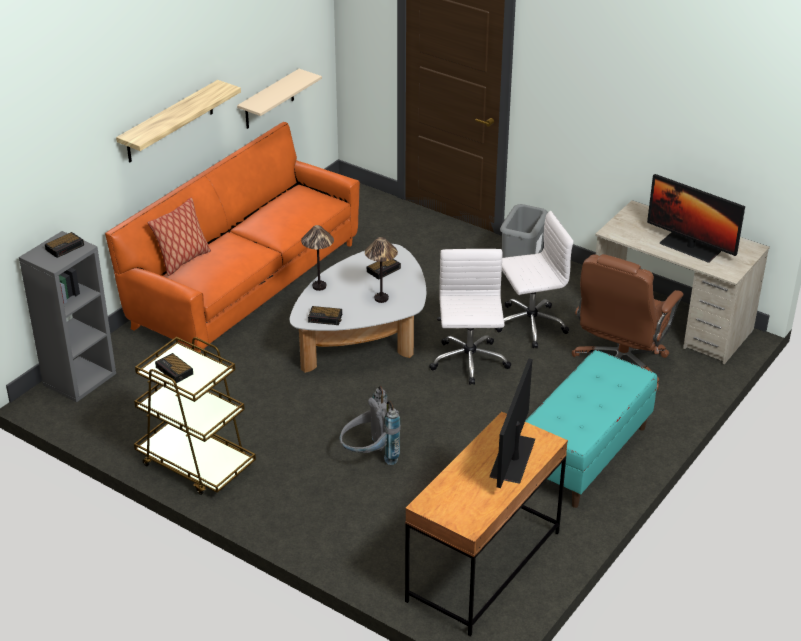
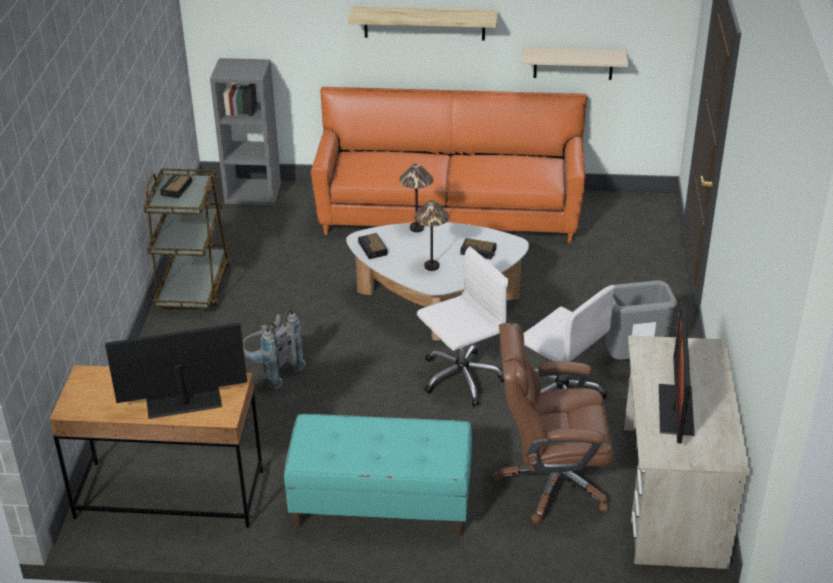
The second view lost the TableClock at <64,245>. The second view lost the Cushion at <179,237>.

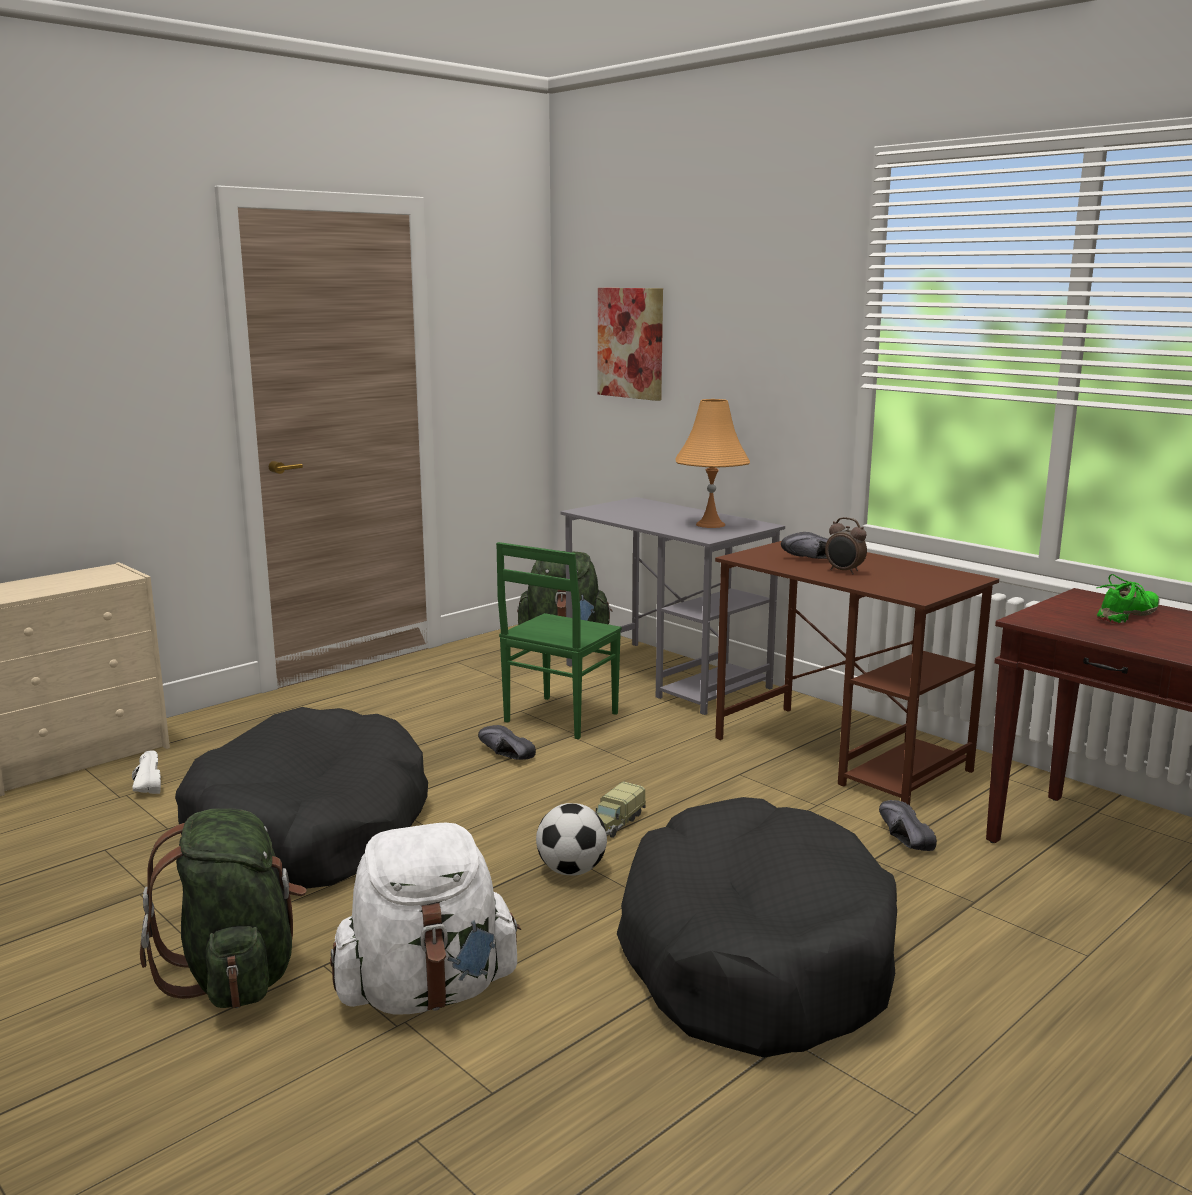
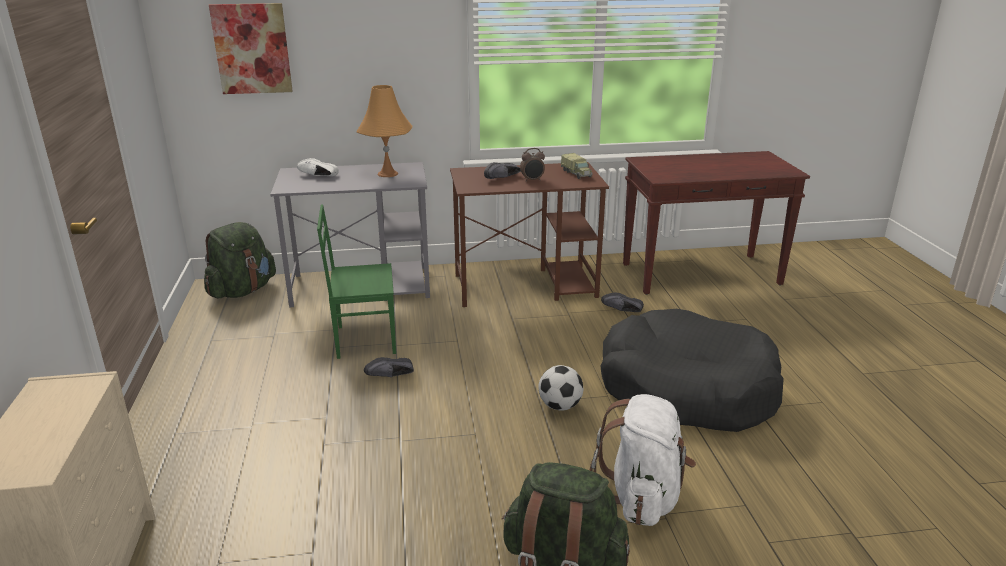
The WhiteItemOfFootwear ended up elsewhere, having gone from <146,772> to <318,167>. The GreenColouredPlainChair at <559,640> ended up facing another way, 105 degrees clockwise from before. The ToyLorry ended up elsewhere, having gone from <621,809> to <577,166>. The second view lost the BlackishDogCushion at <301,798>. The second view lost the GreenColouredItemOfFootwear at <1128,599>.

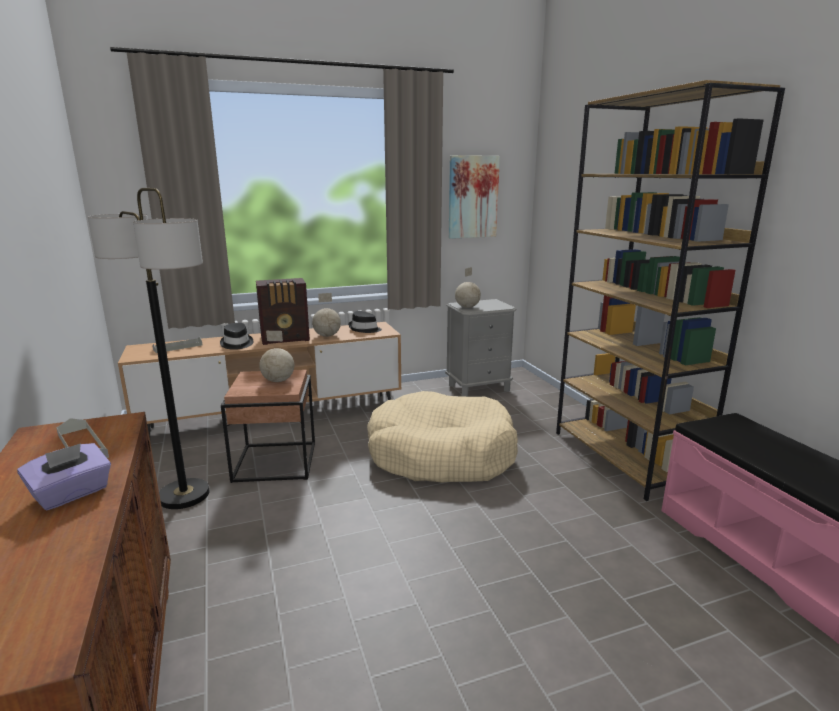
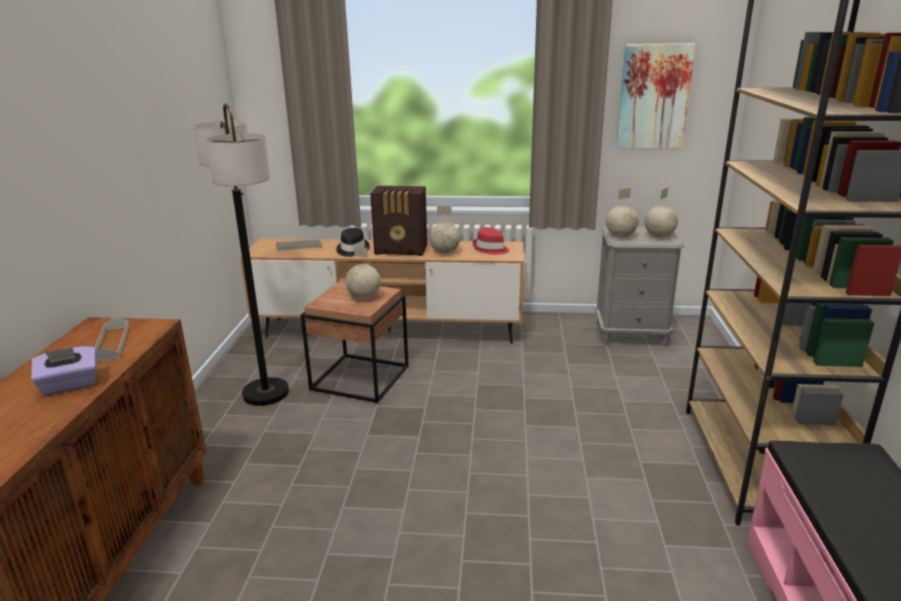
What was the BlackishWearableHat at <365,322> turned into the RedWearableHat at <491,241>. The second view gained the DeskGlobe at <661,213>. The second view lost the BeigeDogCushion at <442,437>.

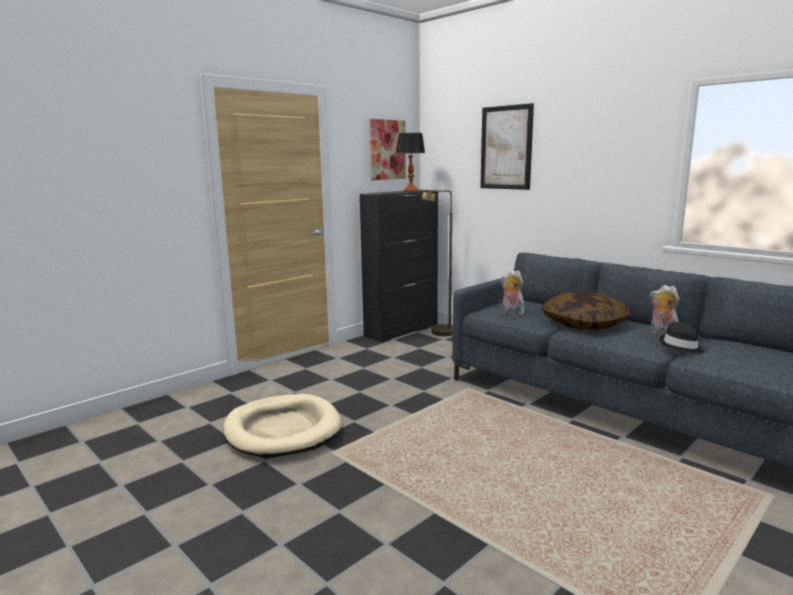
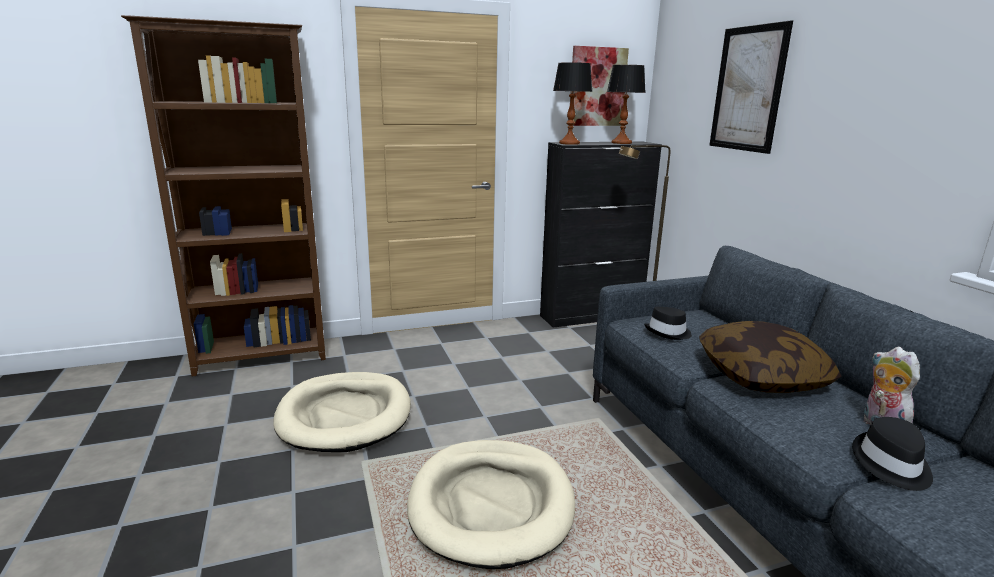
The second view gained the BrownColouredBookshelf at <223,196>. The second view gained the BeigeDogCushion at <491,504>. The second view gained the TabletopLamp at <573,103>. Where the PlushToy stood at <512,292>, the BlackishWearableHat came to stand at <668,323>.

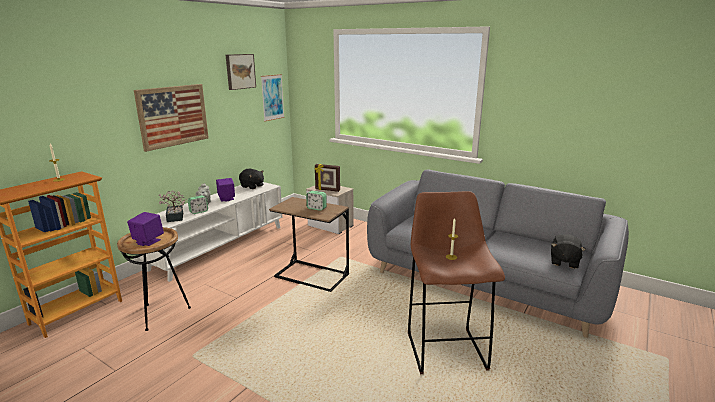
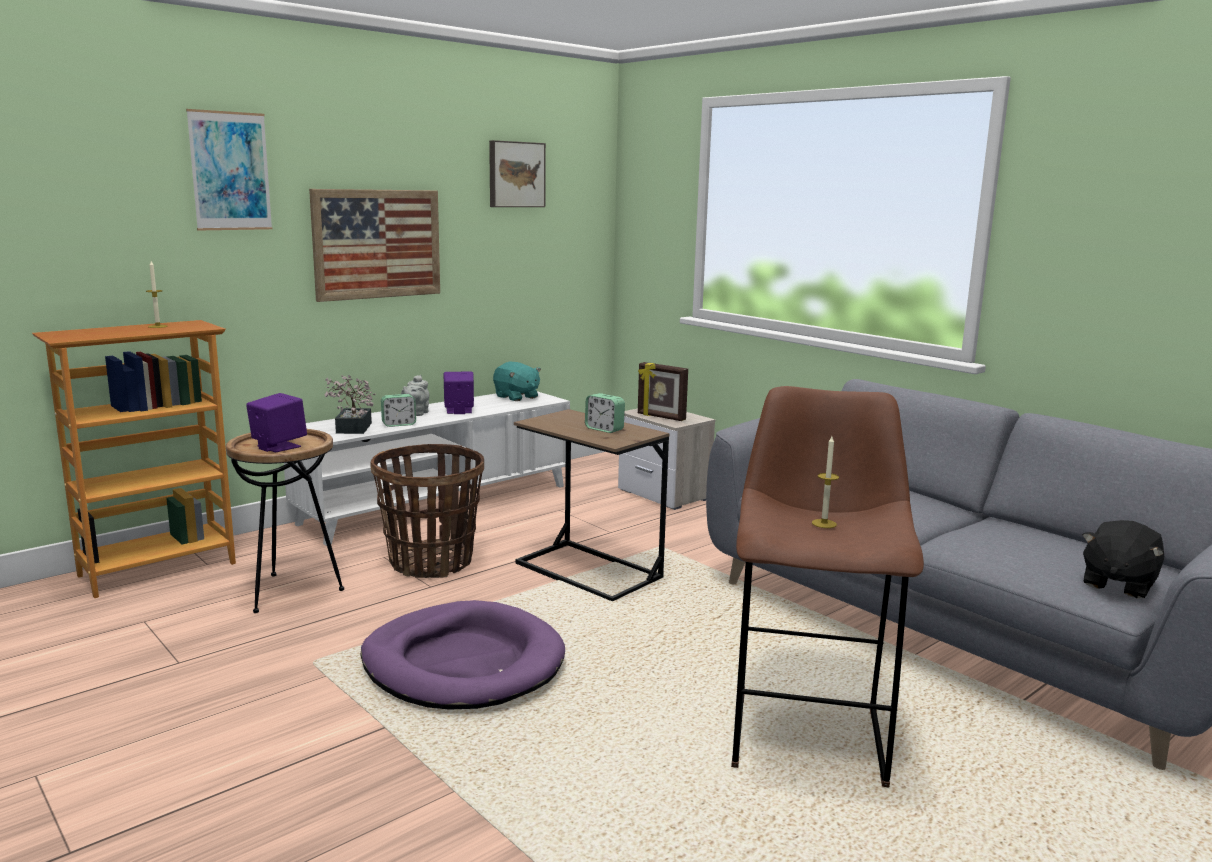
The WallArt ended up elsewhere, having gone from <273,98> to <229,170>. The second view gained the PurpleDogCushion at <462,655>. The second view gained the HouseholdBasket at <427,511>. What was the BlackishPlushToy at <251,179> turned into the BlueGreenPlushToy at <517,381>.

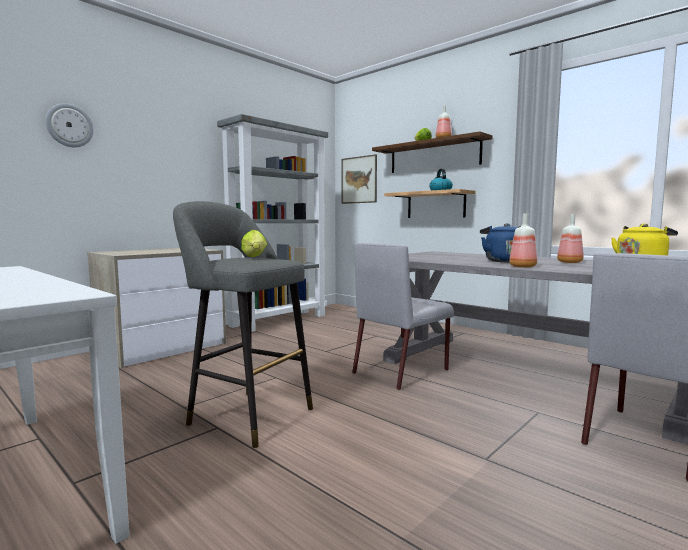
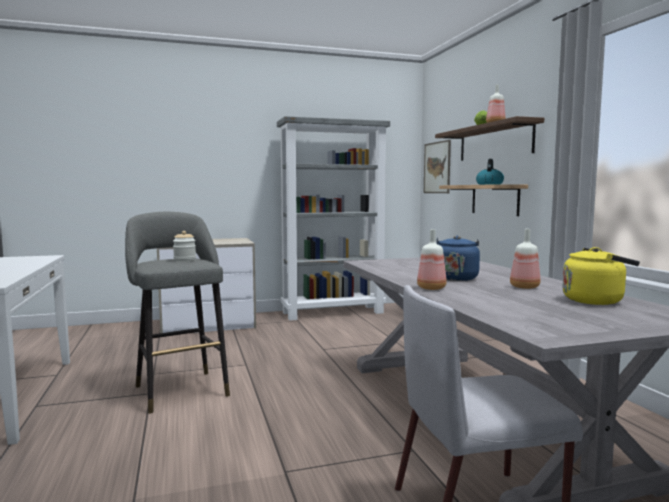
Where the HeadOfLettuce stood at <254,243>, the PreserveJar came to stand at <184,246>. The second view lost the WallClock at <69,125>. The second view lost the GreyishPlainChair at <403,316>.

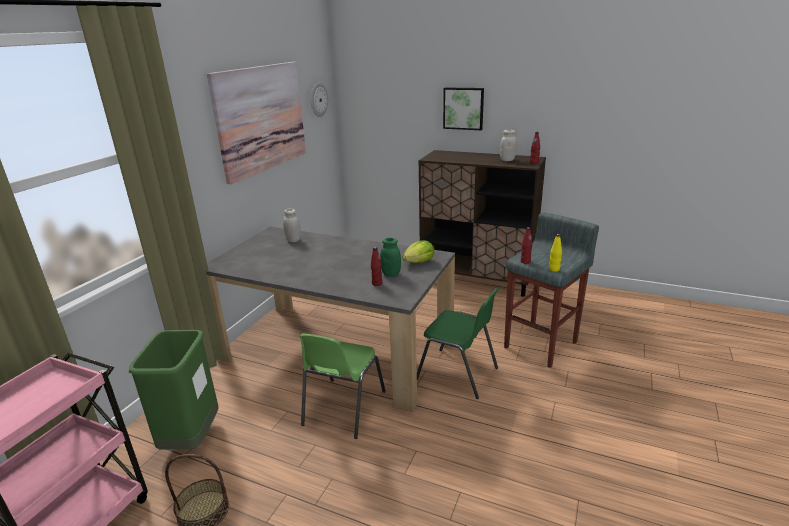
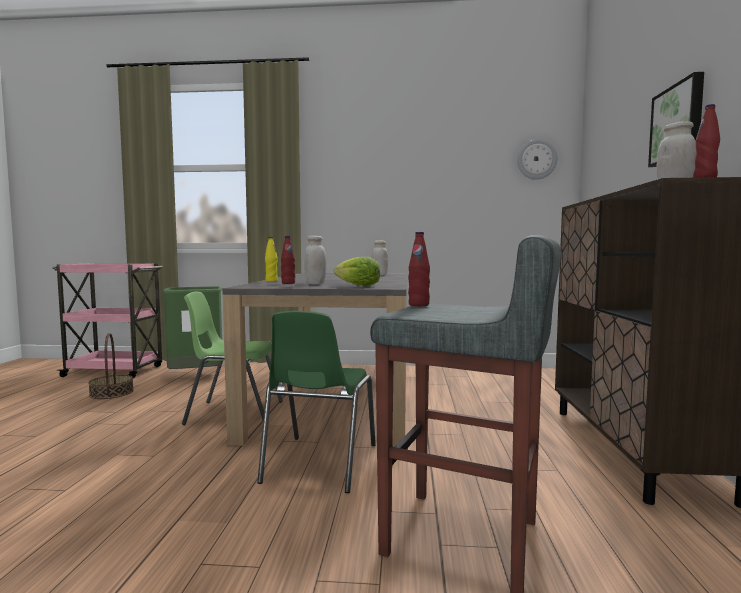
The YellowDrinkBottle ended up elsewhere, having gone from <555,253> to <271,259>. What was the GreenColouredPreserveJar at <390,257> turned into the WhitePreserveJar at <315,260>. The second view lost the WallArt at <256,123>.

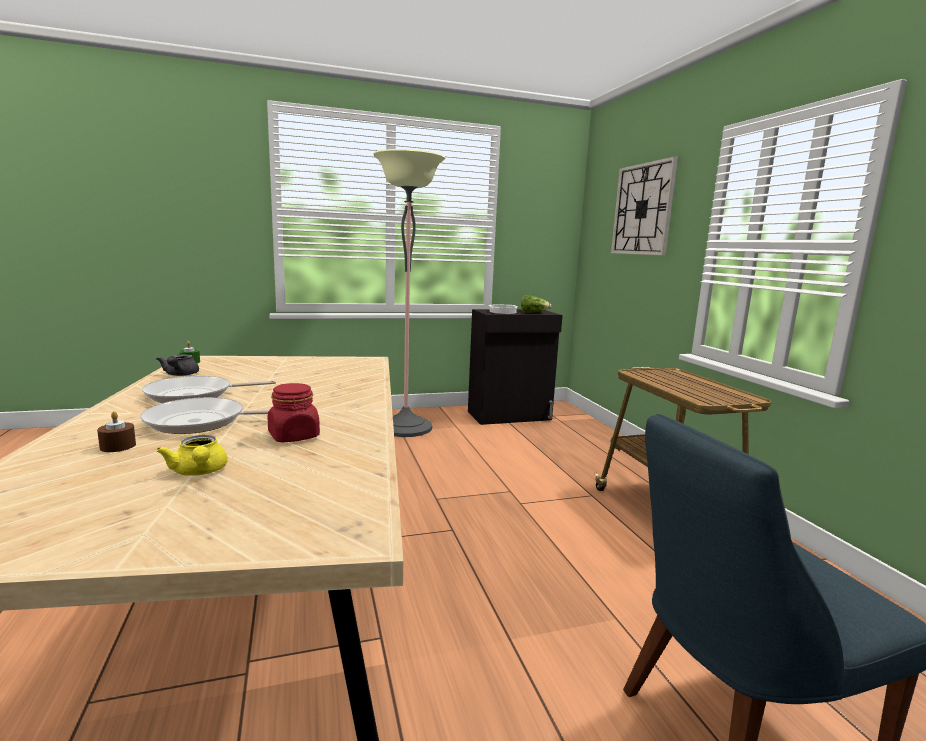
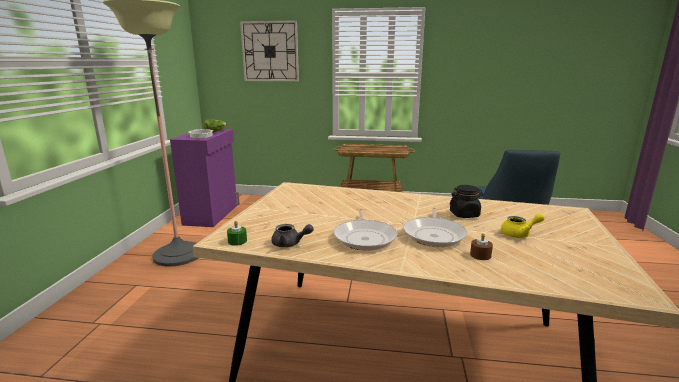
What was the BlackishCabinet at <515,367> turned into the PurpleCabinet at <205,178>. What was the RedPreserveJar at <294,412> turned into the BlackishPreserveJar at <466,201>.

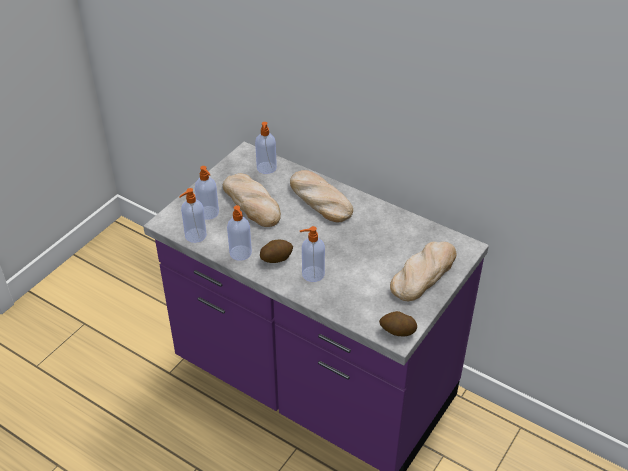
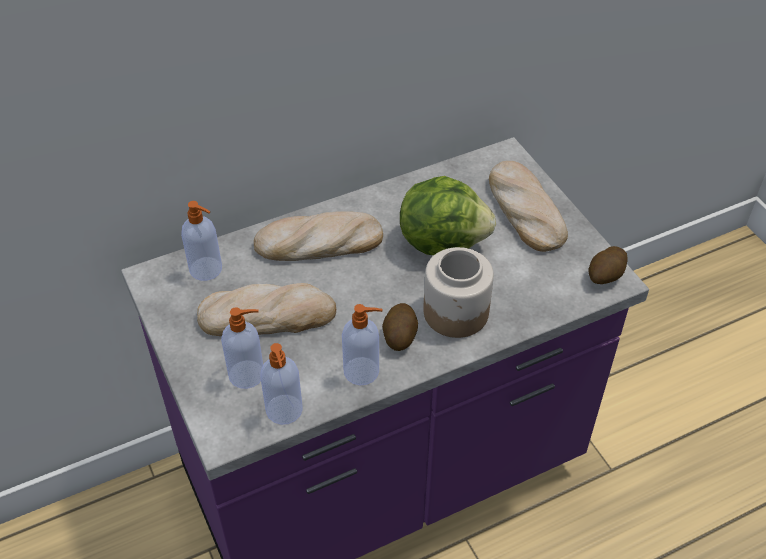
The second view gained the HeadOfLettuce at <448,215>. Where the SoapBottle stood at <312,254>, the PreserveJar came to stand at <458,292>.

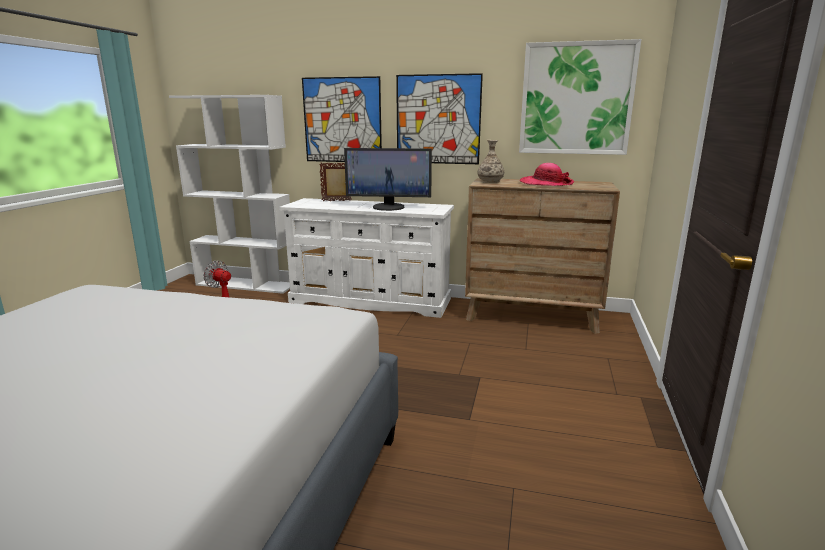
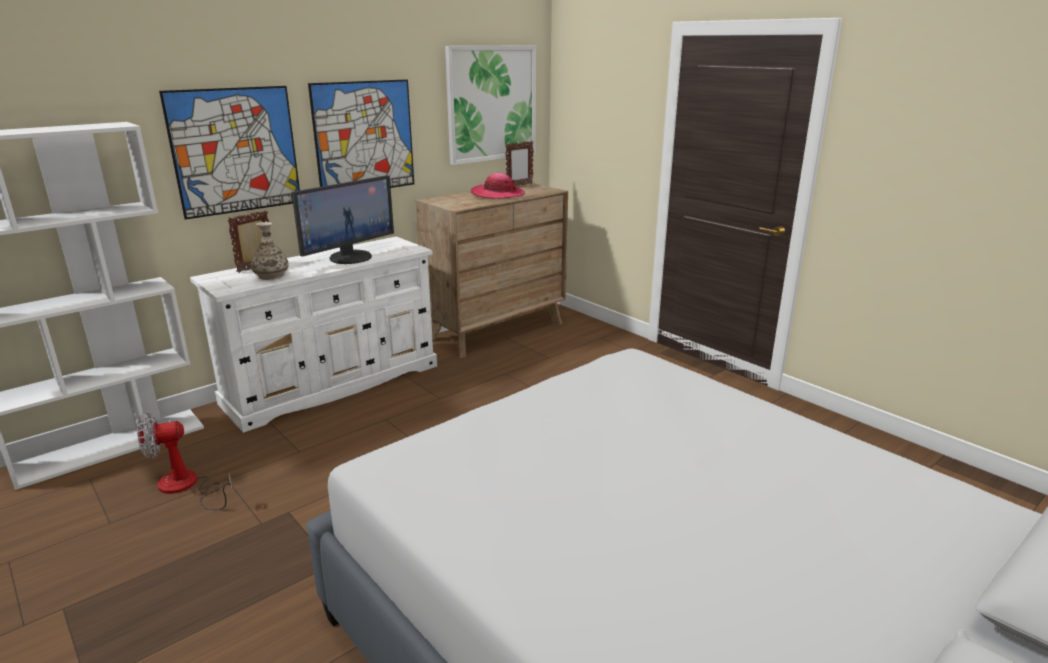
The Vase ended up elsewhere, having gone from <491,161> to <270,251>. The second view gained the StandingFrame at <519,163>.

